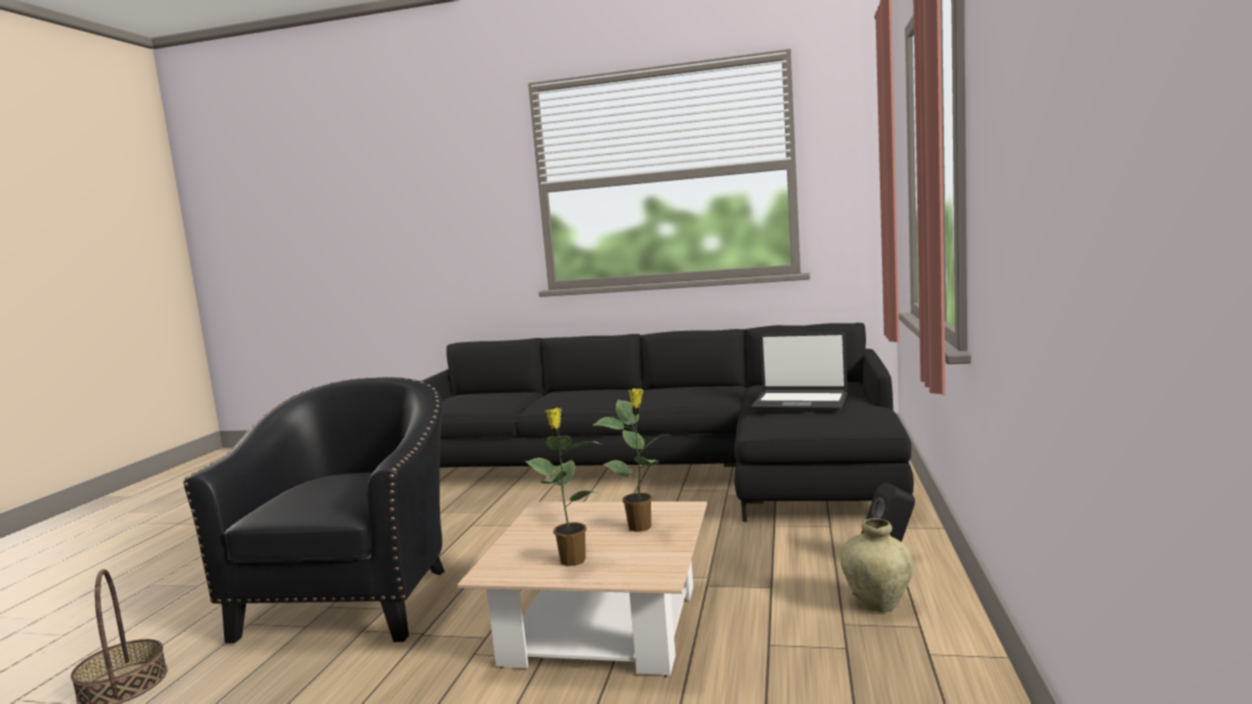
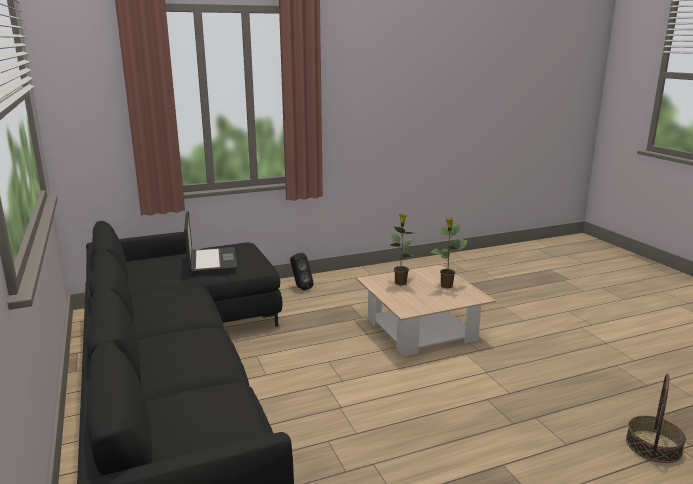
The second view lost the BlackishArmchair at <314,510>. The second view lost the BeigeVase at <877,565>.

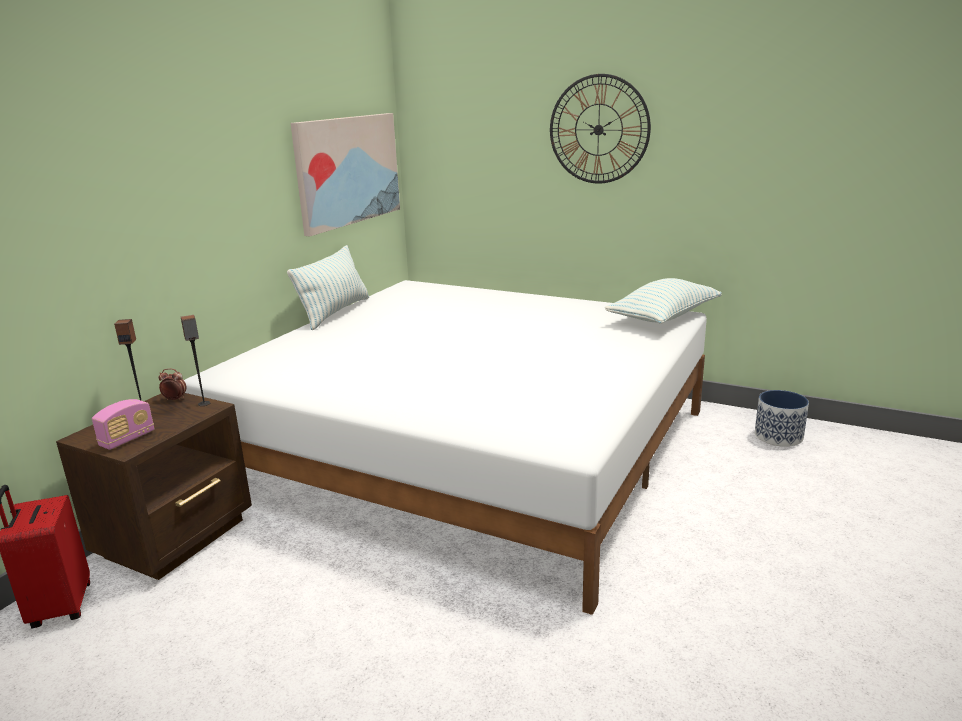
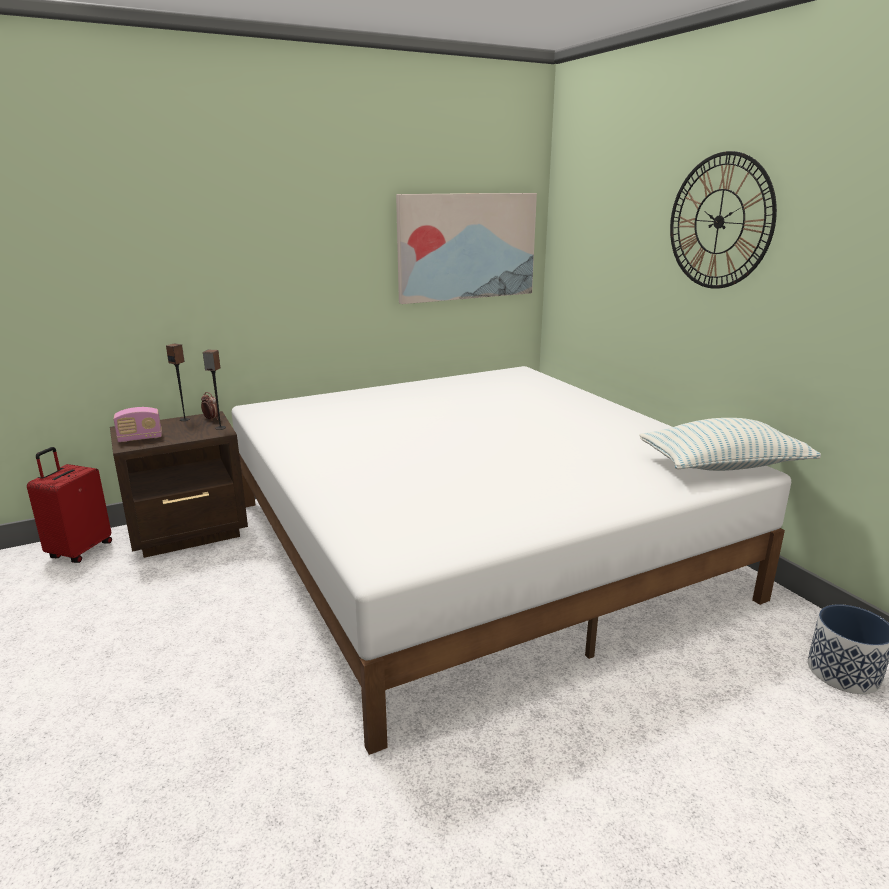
The second view lost the Cushion at <328,287>.

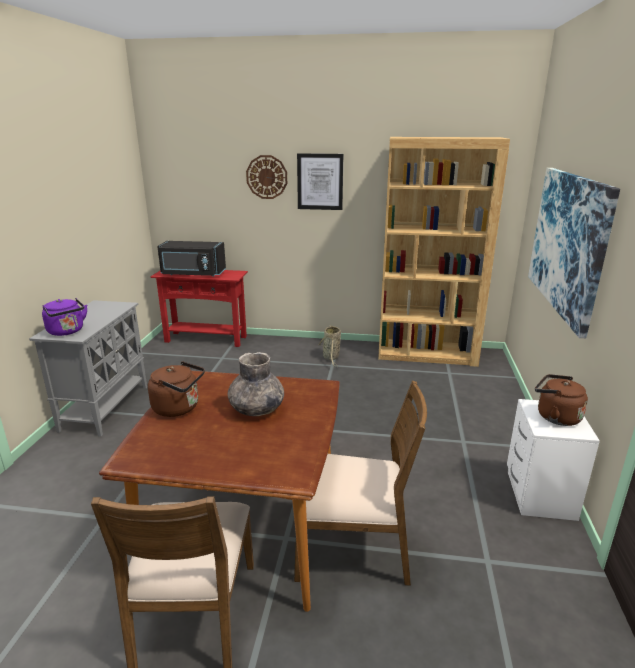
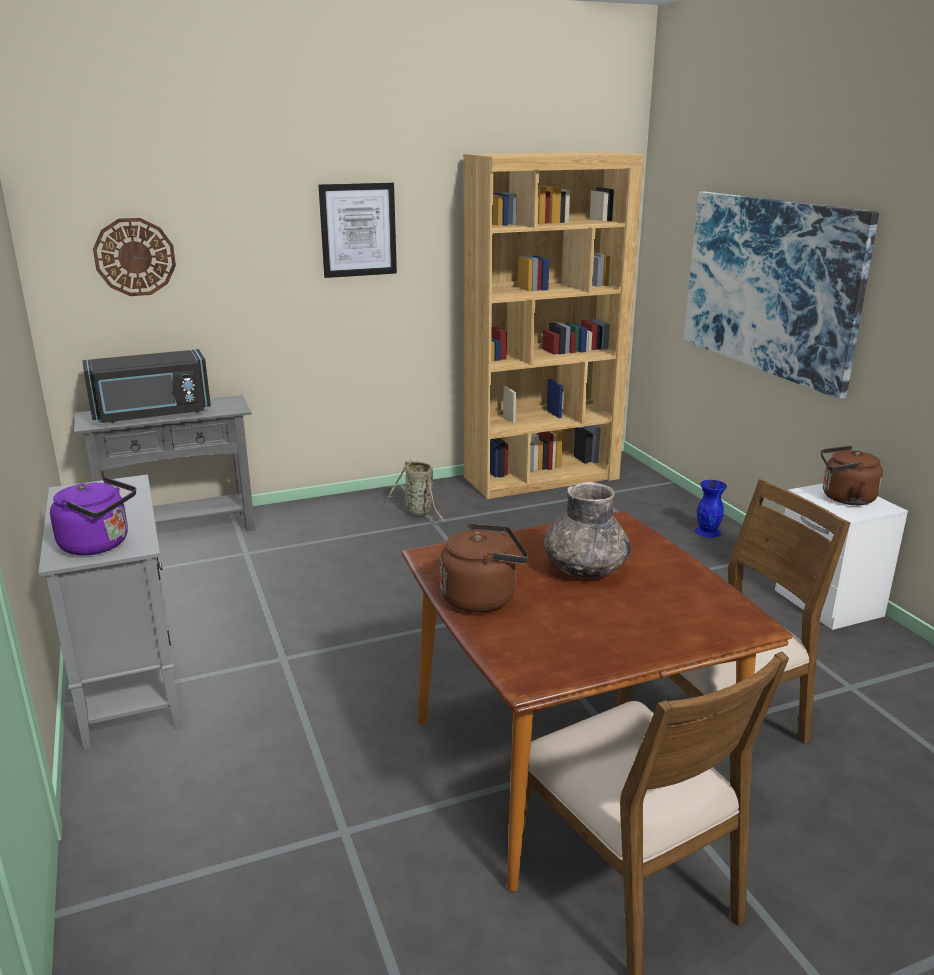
What was the RedConsoleTable at <199,308> turned into the GreyishConsoleTable at <164,463>. The WallClock ended up elsewhere, having gone from <266,177> to <134,257>. The second view gained the BlueVase at <711,509>.

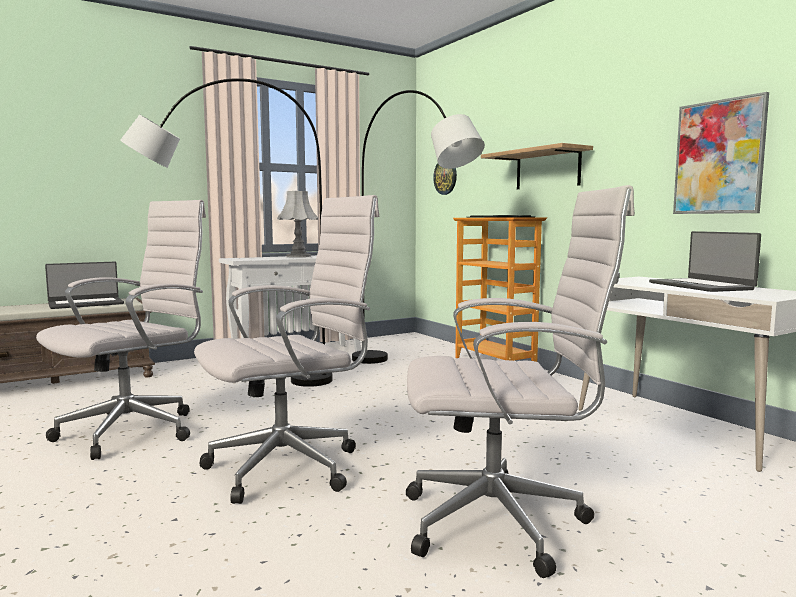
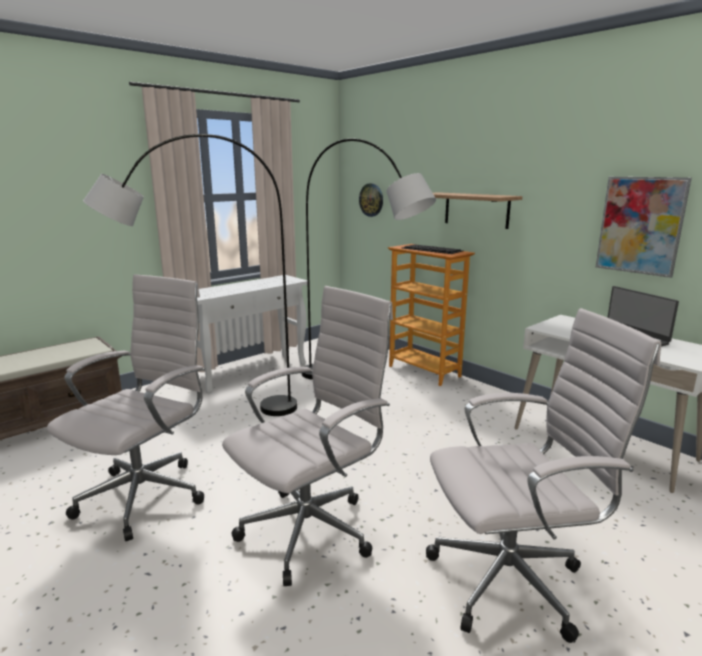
The second view lost the NotebookComputer at <84,285>. The second view lost the GreyishTabletopLamp at <297,224>.

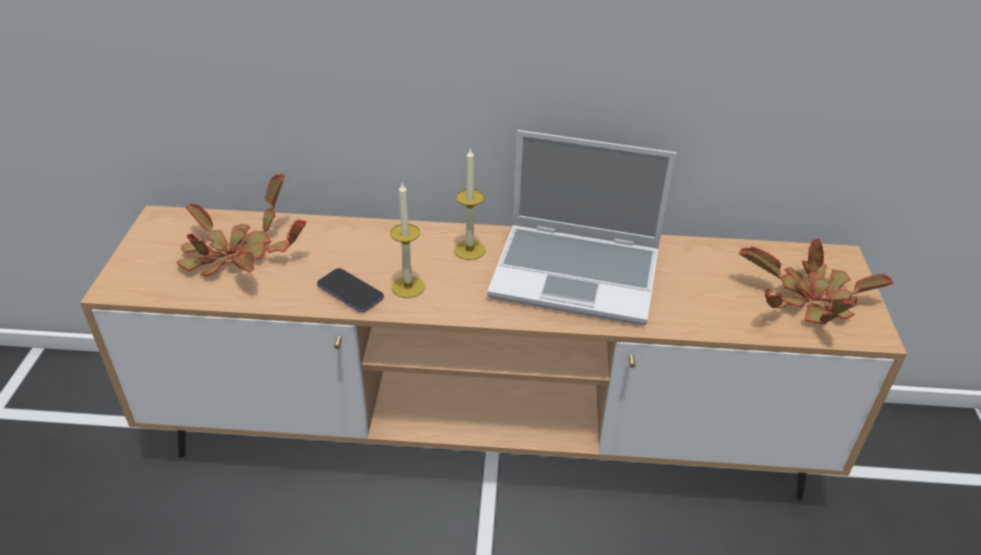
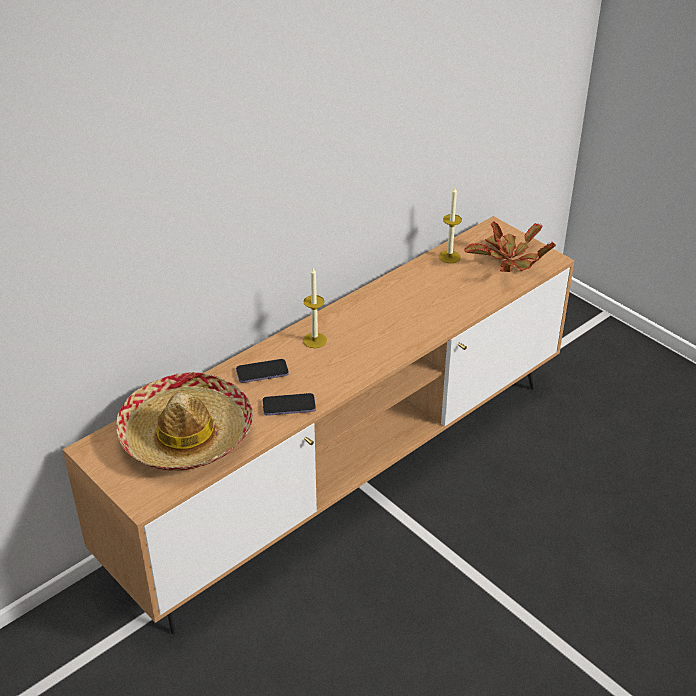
Where the PlantInAPot stood at <241,225>, the WearableHat came to stand at <184,421>. The second view gained the Phone at <262,371>. The WaxLight ended up elsewhere, having gone from <407,240> to <450,225>. The second view lost the NotebookComputer at <581,227>.

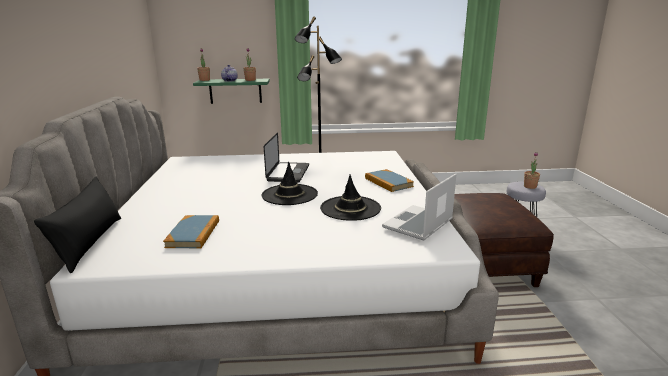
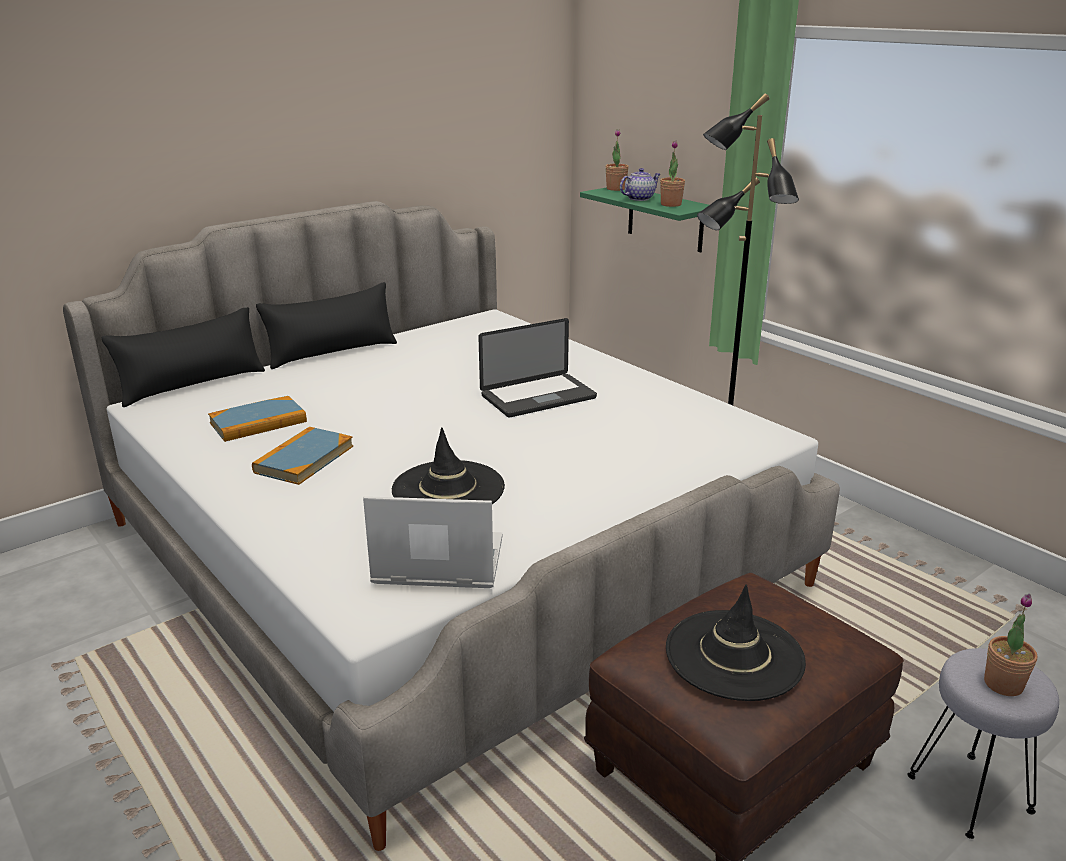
The Book ended up elsewhere, having gone from <389,180> to <302,456>. The second view gained the BlackishCushion at <326,325>. The BlackishWearableHat ended up elsewhere, having gone from <289,183> to <736,643>.

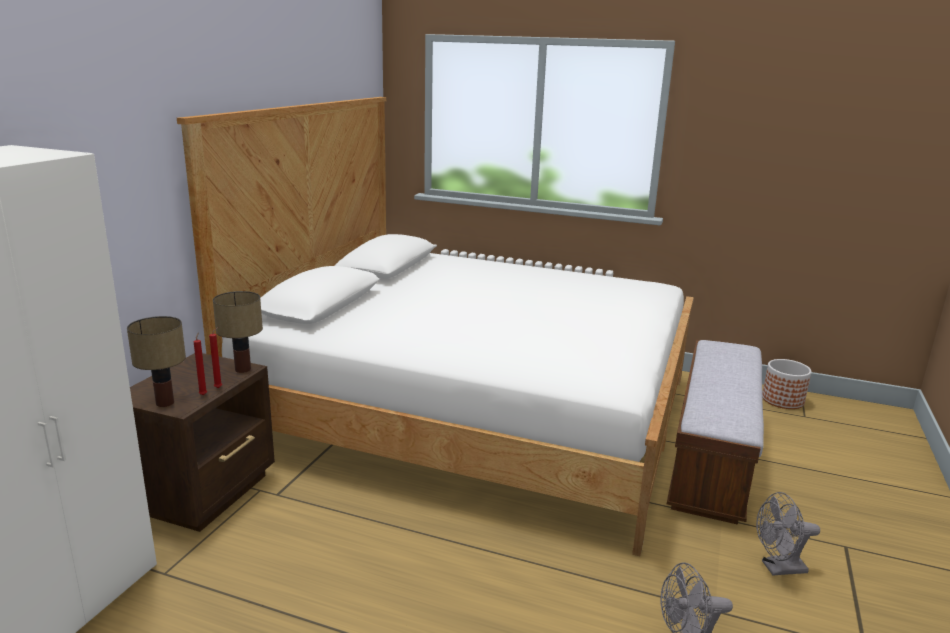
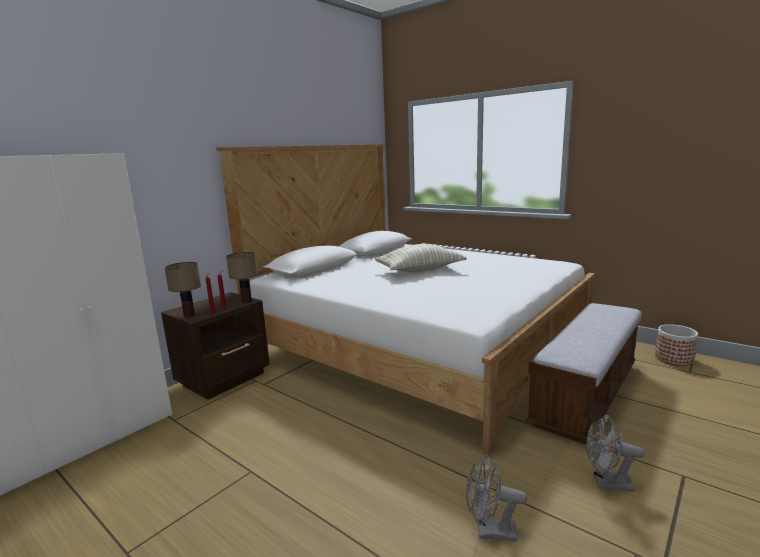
The second view gained the Cushion at <421,258>.

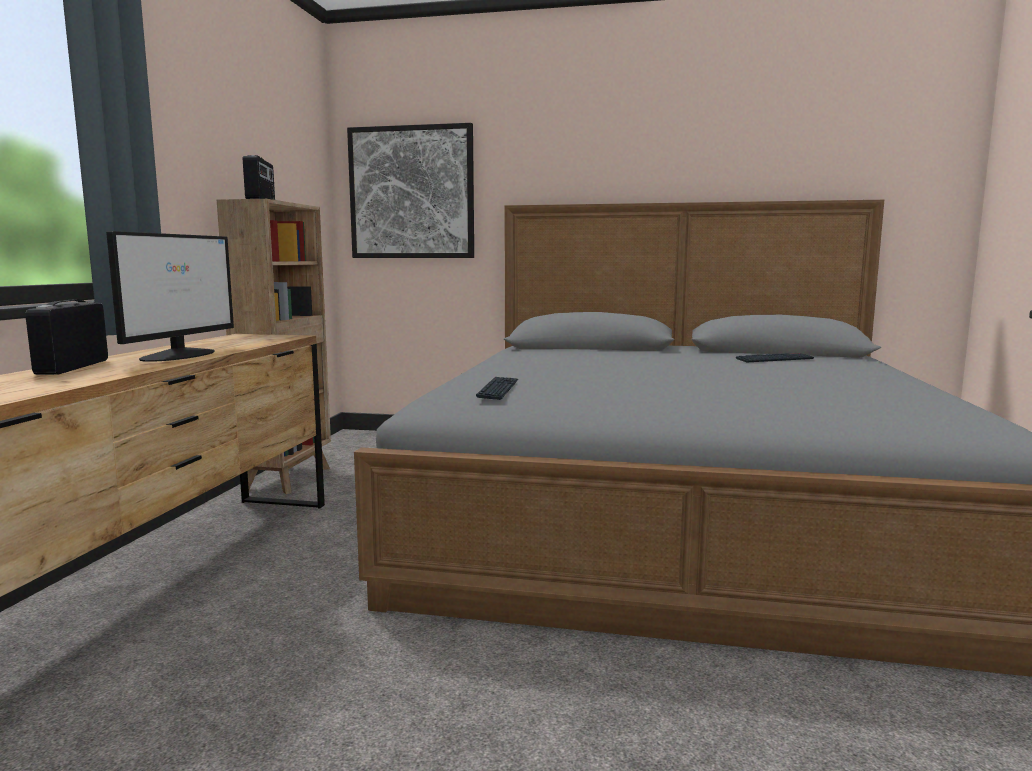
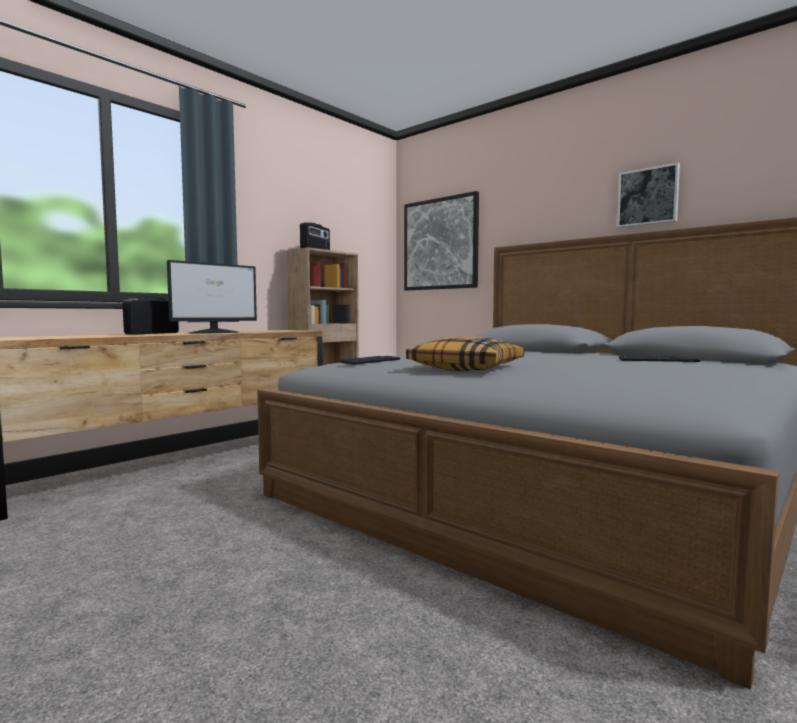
The second view gained the Cushion at <465,354>. The second view gained the WallArt at <648,195>.

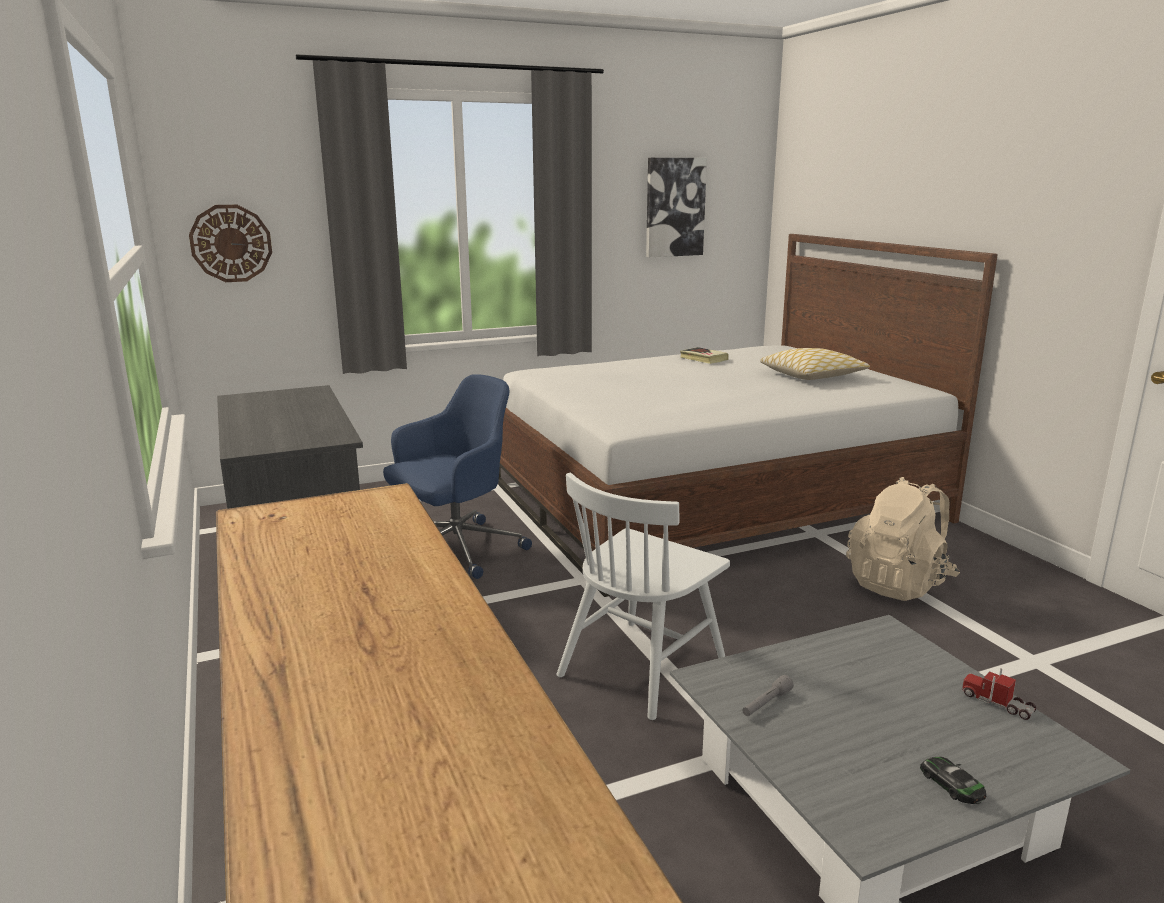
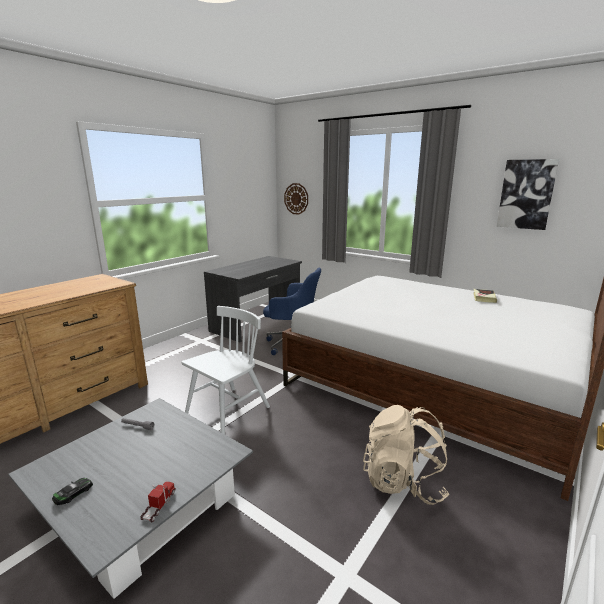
The WhitePlainChair at <643,596> ended up facing another way, 120 degrees clockwise from before. The second view lost the Cushion at <815,364>.

